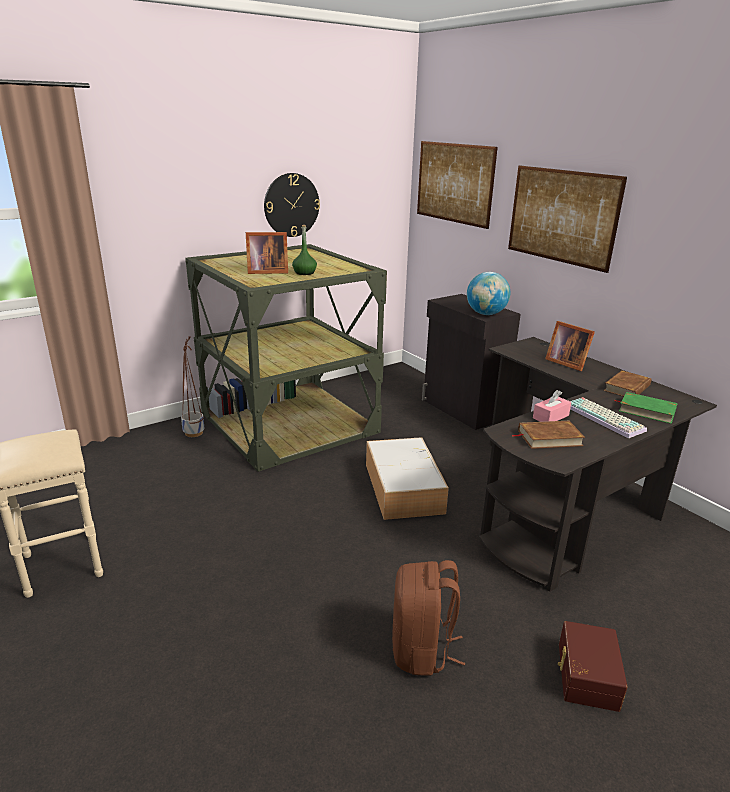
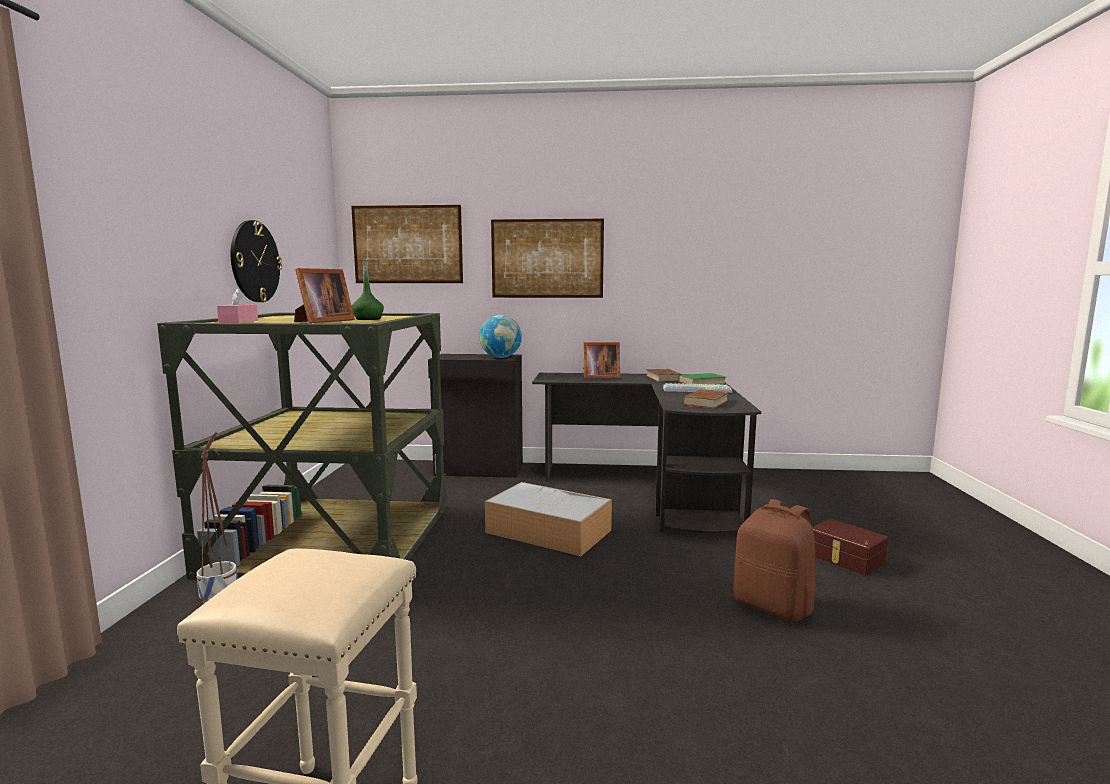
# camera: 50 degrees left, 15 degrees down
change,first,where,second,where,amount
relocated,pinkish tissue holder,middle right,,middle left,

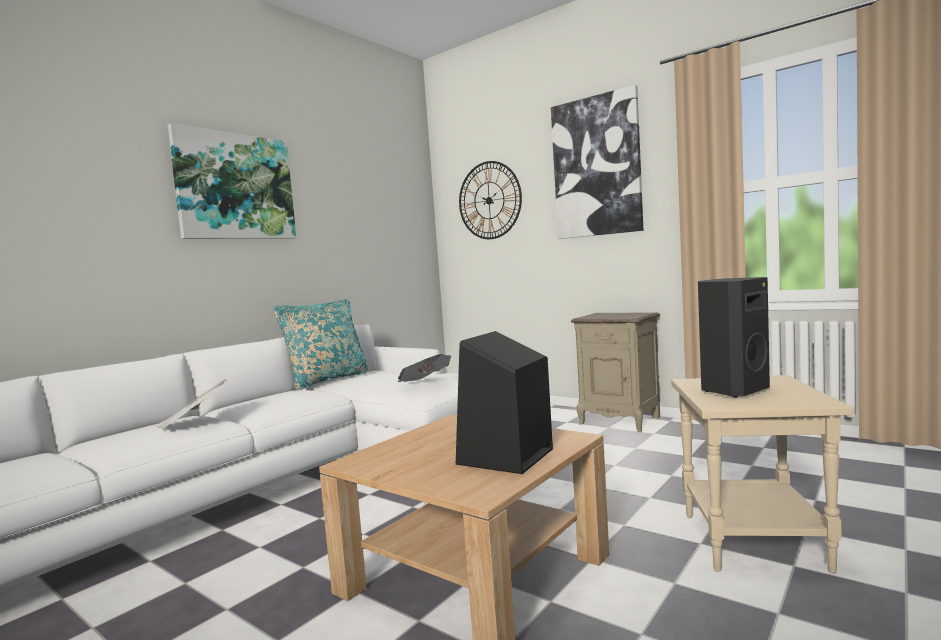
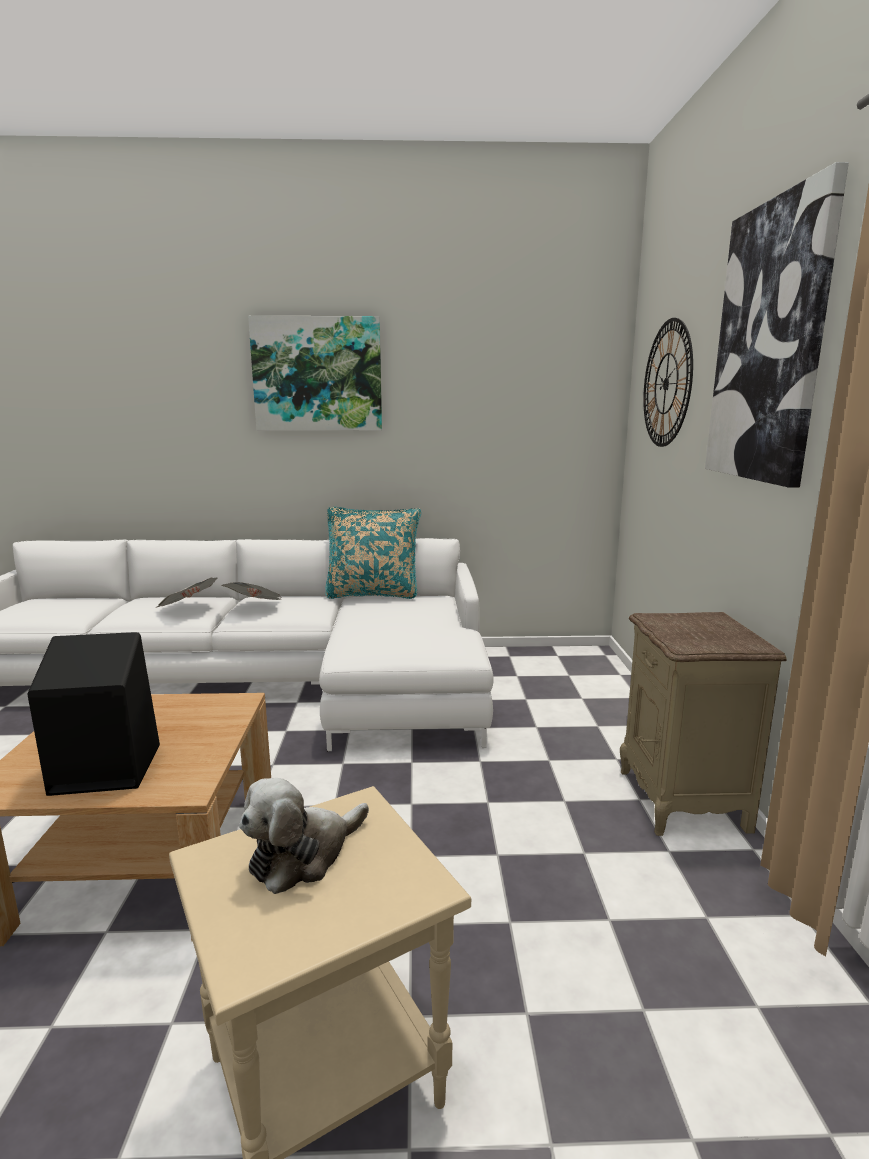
# camera: 50 degrees right, 10 degrees up
change,first,where,second,where,amount
relocated,newspaper (no. 2 from left),centre,,middle left,
exchanged,black-coloured audio speaker (no. 2 from left),middle right,soft toy,bottom centre,

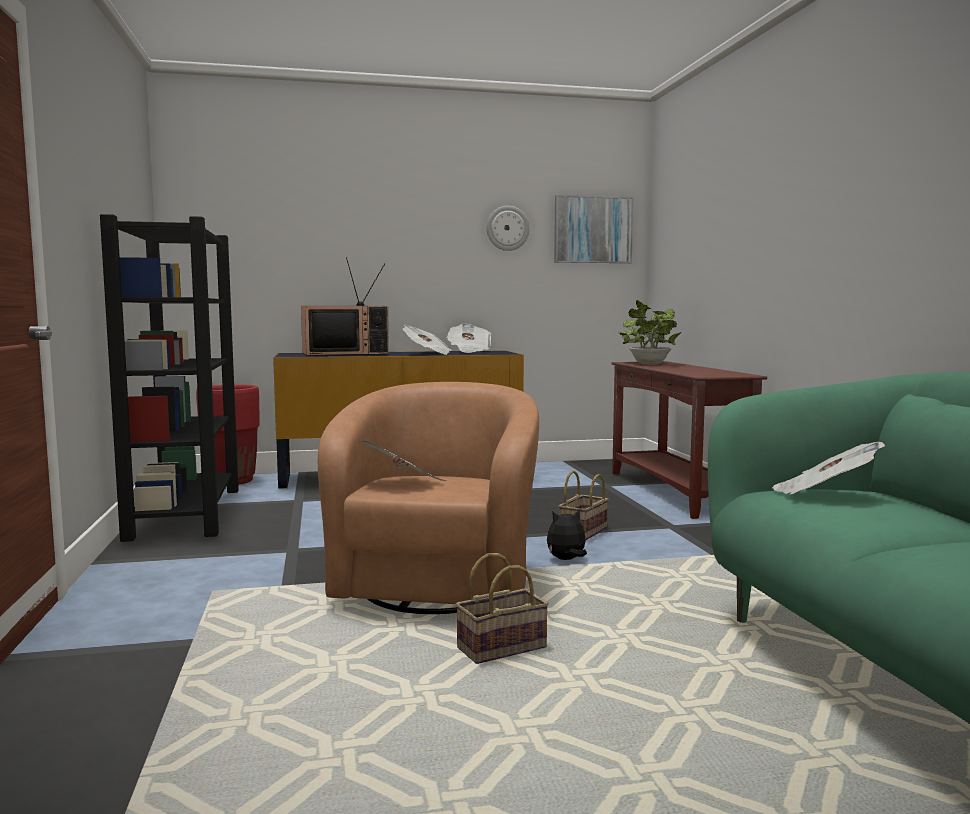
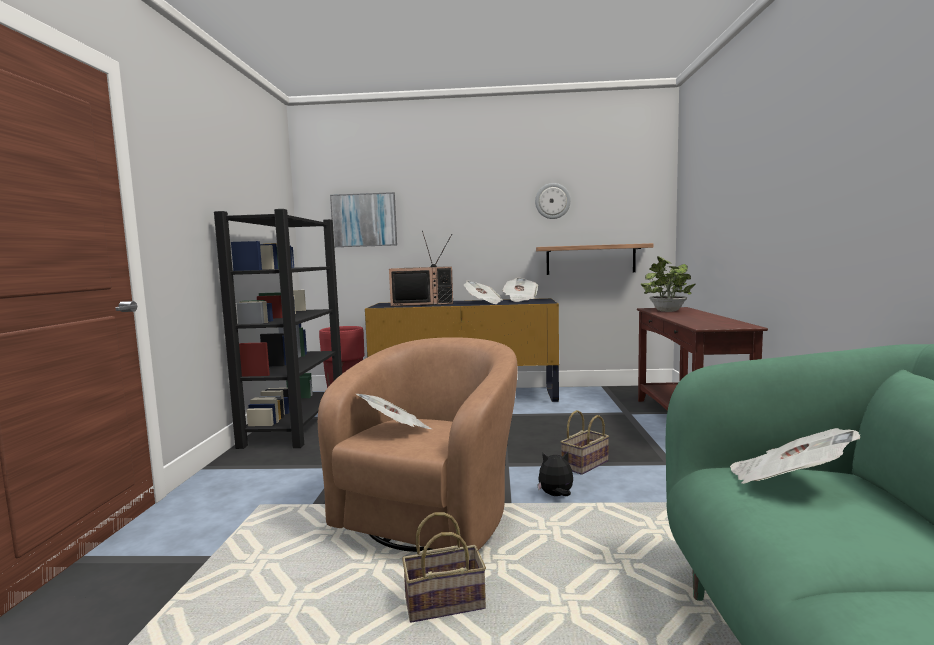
# camera: 15 degrees right, 0 degrees up
change,first,where,second,where,amount
appeared,,,wall shelf,centre,
relocated,wall picture,top centre,,centre,

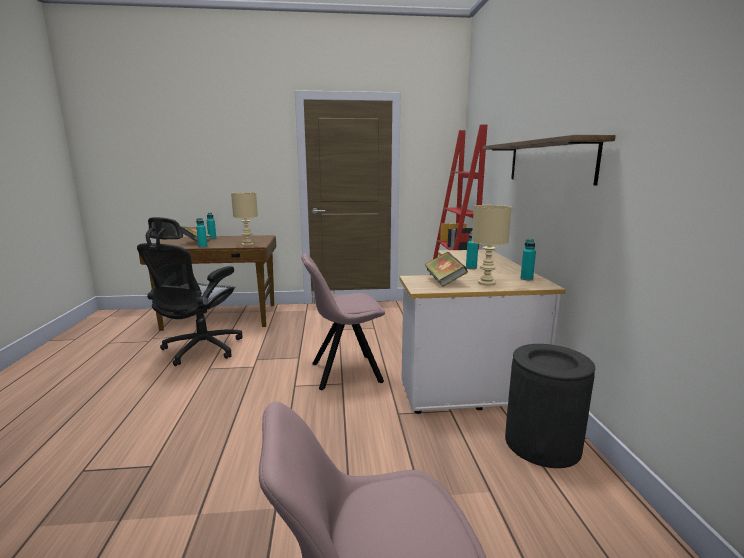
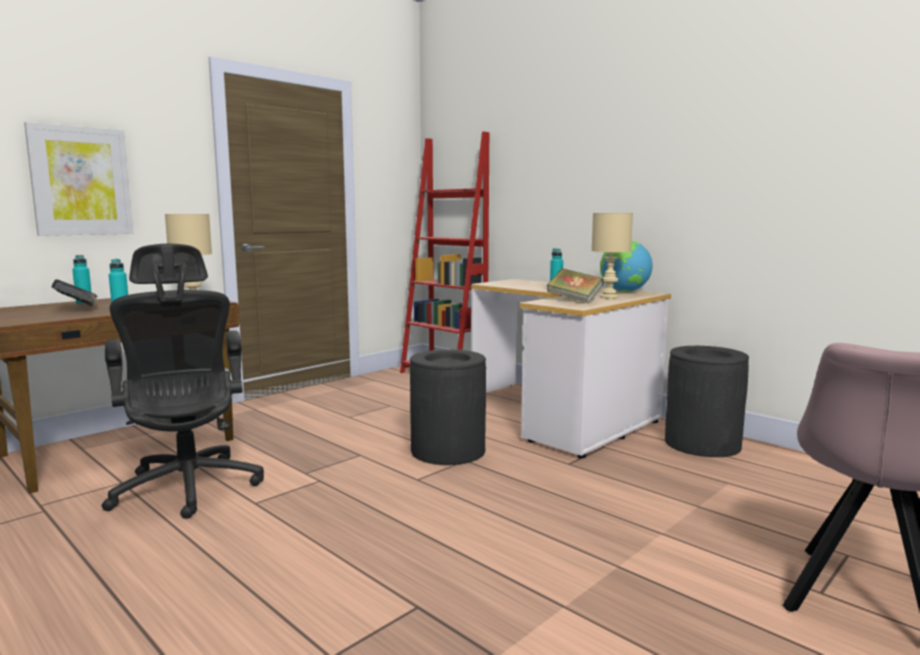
# camera: 40 degrees left, 5 degrees down
change,first,where,second,where,amount
missing,wall shelf,top right,,,
appeared,,,wall picture,top left,
exchanged,pinkish chair (no. 1 from left),centre,black-coloured trash can (no. 1 from left),centre,
exchanged,blue-green bottle (no. 4 from left),middle right,world globe,middle right,

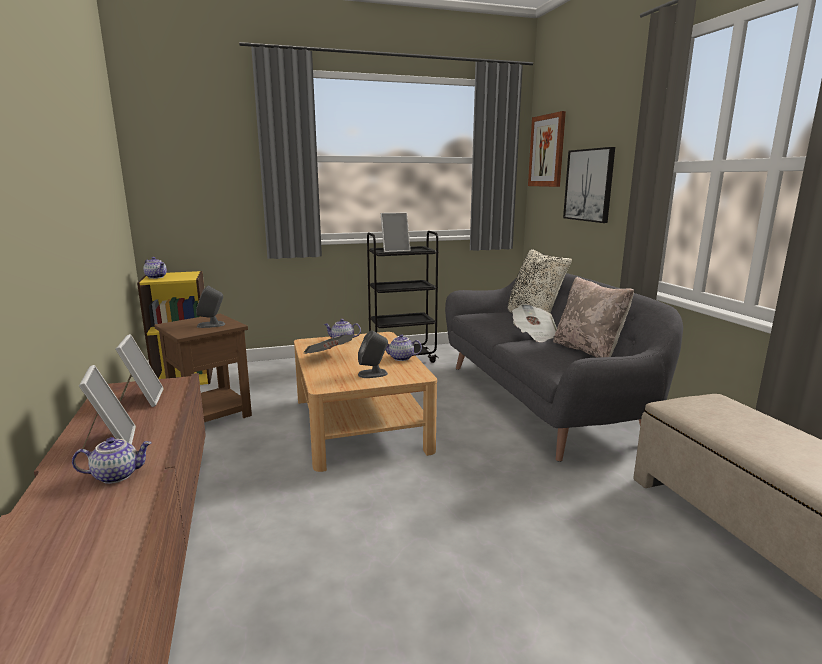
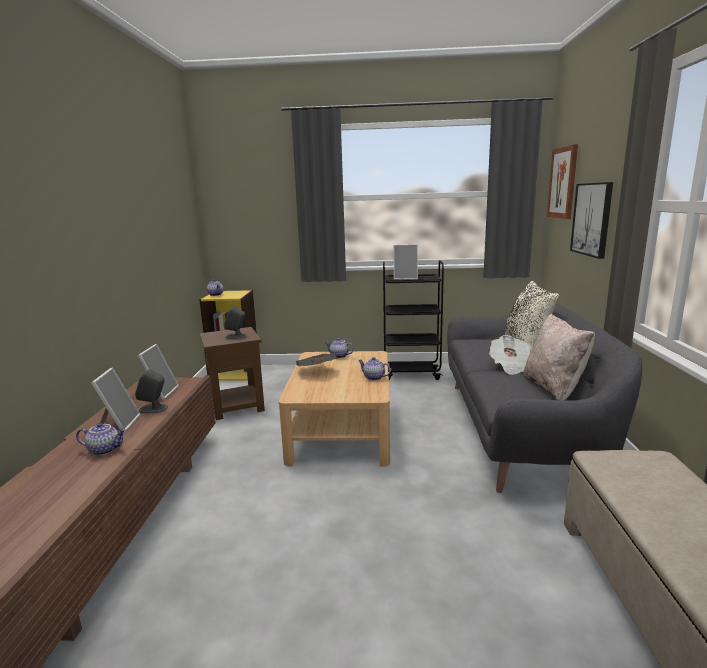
# camera: 20 degrees right, 0 degrees up
change,first,where,second,where,amount
relocated,greyish audio speaker (no. 2 from left in the first image),centre,greyish audio speaker (no. 1 from left),middle left,

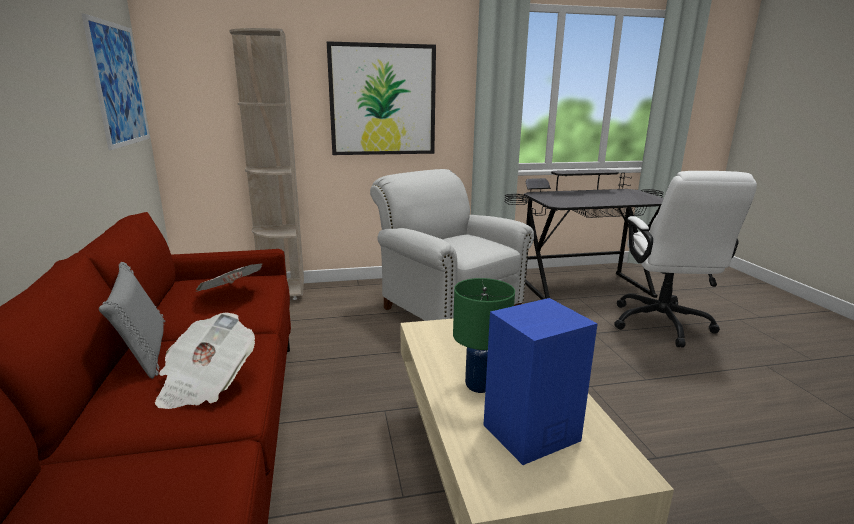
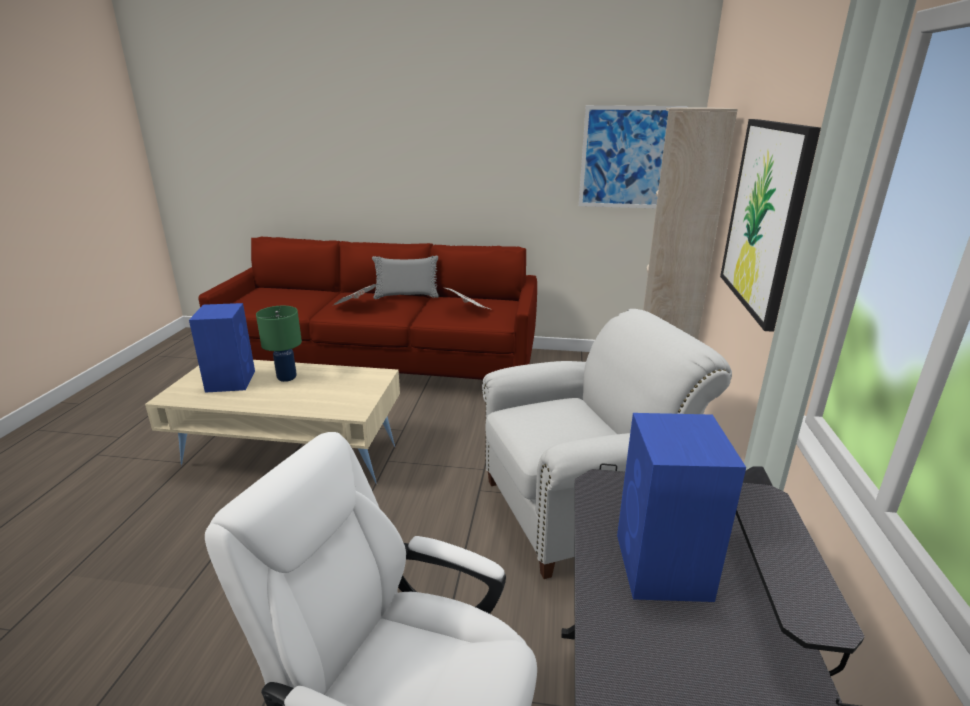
# camera: 110 degrees right, 5 degrees up
change,first,where,second,where,amount
appeared,,,blue audio speaker (no. 2 from left),bottom right,

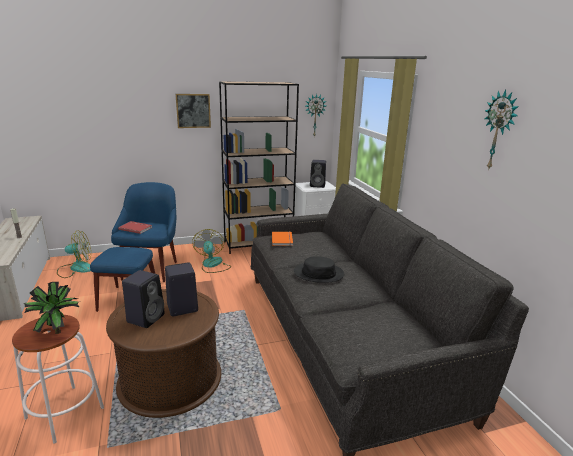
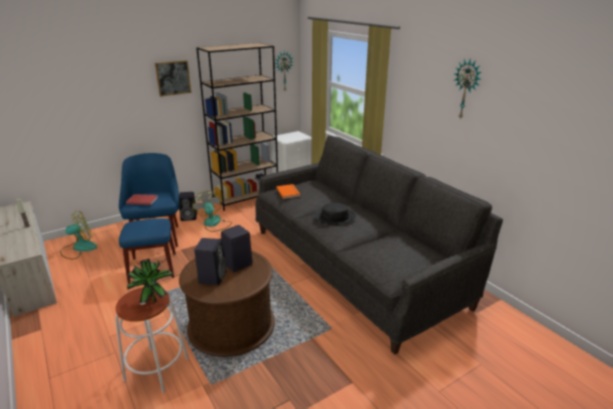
# camera: 15 degrees left, 5 degrees up
change,first,where,second,where,amount
relocated,black-coloured audio speaker (no. 3 from left in the first image),centre,black-coloured audio speaker (no. 1 from left),middle left,

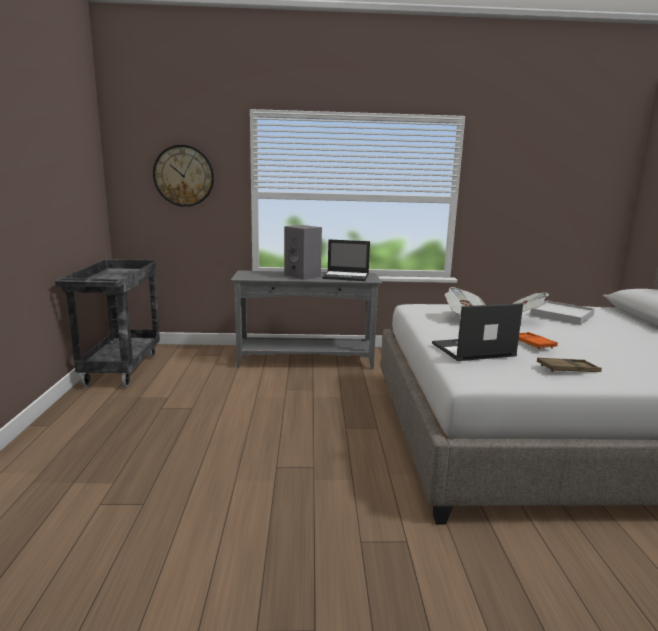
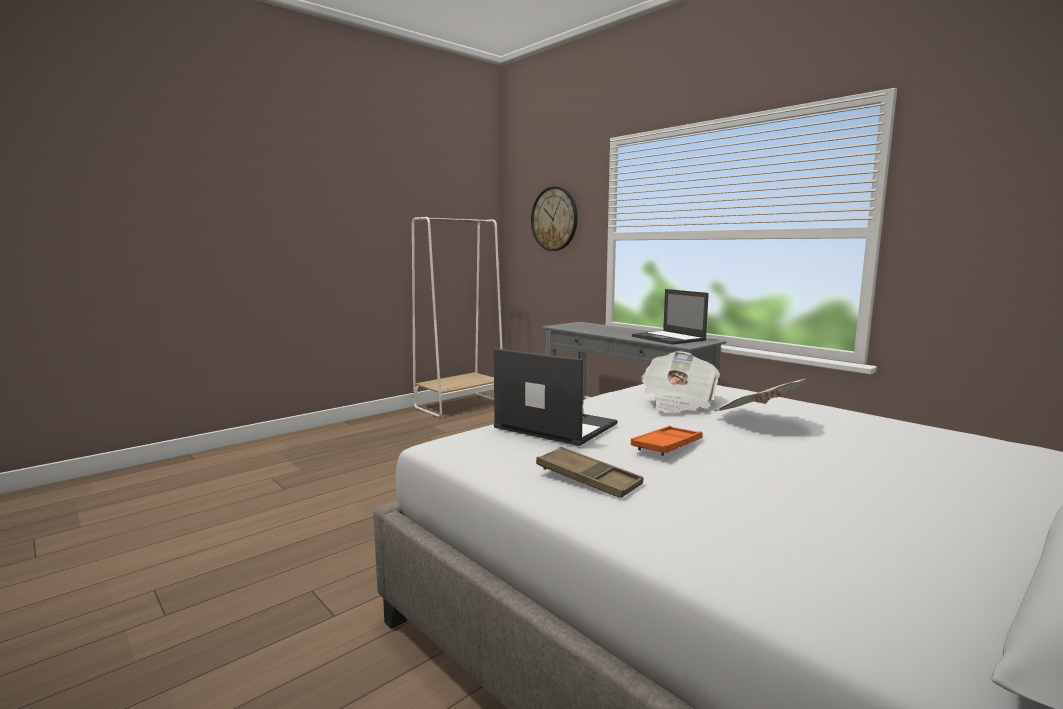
# camera: 50 degrees right, 5 degrees down
change,first,where,second,where,amount
missing,greyish audio speaker,centre,,,
missing,white serving tray,middle right,,,
exchanged,greyish cart,middle left,garment rack,centre,

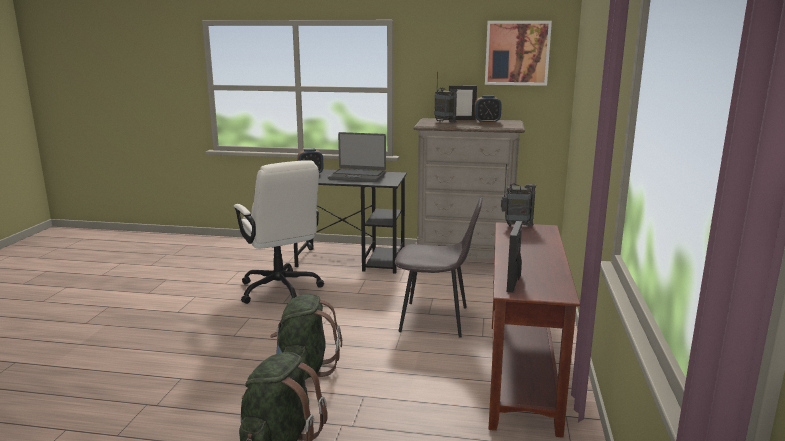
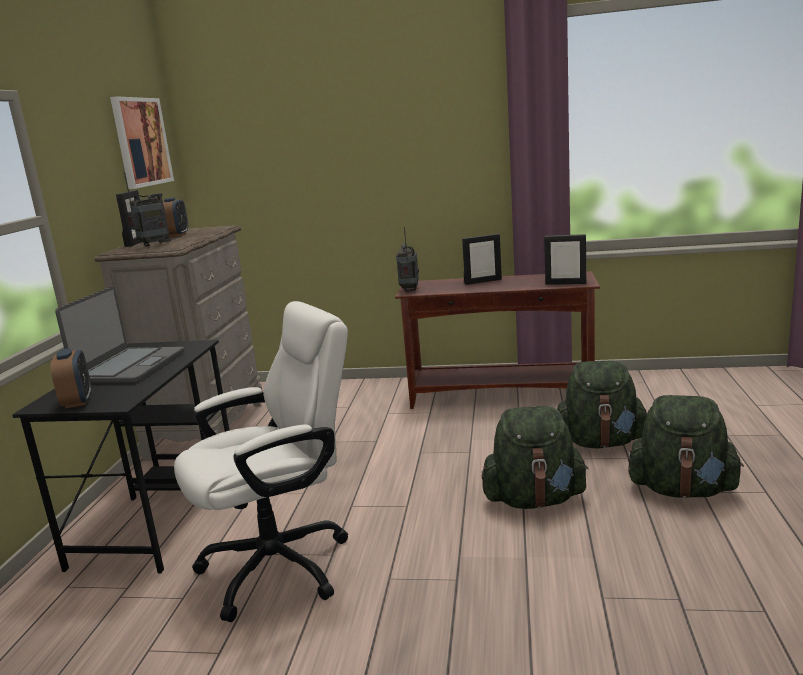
# camera: 90 degrees left, 0 degrees up
change,first,where,second,where,amount
missing,greyish chair,centre,,,
appeared,,,standing frame (no. 2 from left),centre,
appeared,,,green backpack (no. 2 from left),middle right,

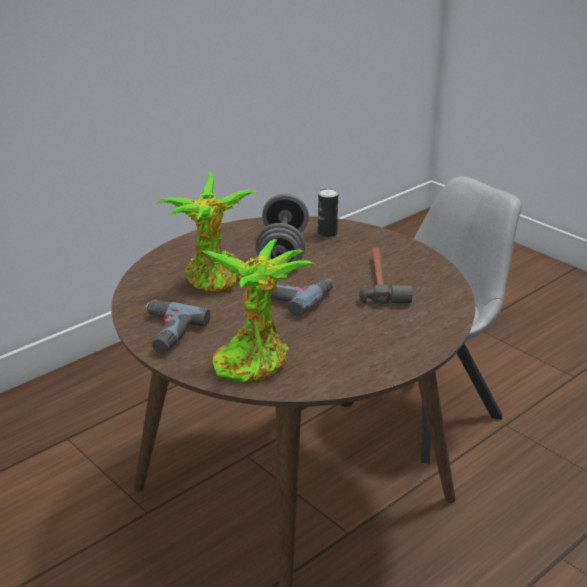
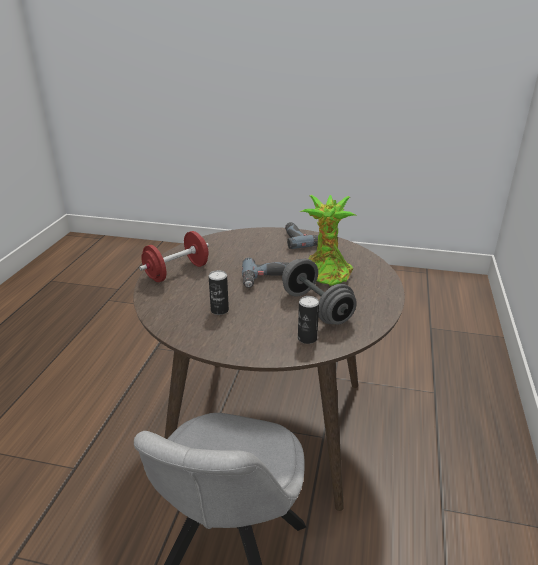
# camera: 145 degrees right, 0 degrees up
change,first,where,second,where,amount
missing,houseplant (no. 2 from left),centre,,,
appeared,,,reddish dumbbell,middle left,
exchanged,hammer,centre,sealed can (no. 1 from left),centre,

